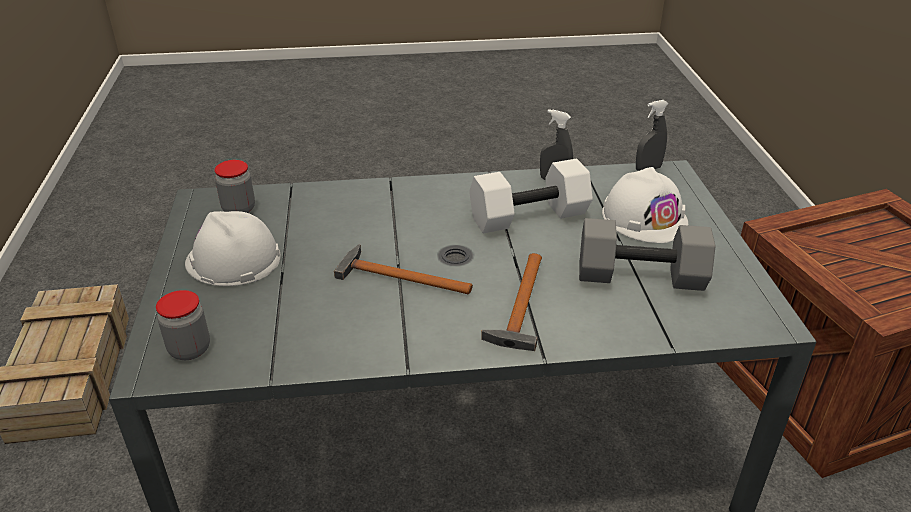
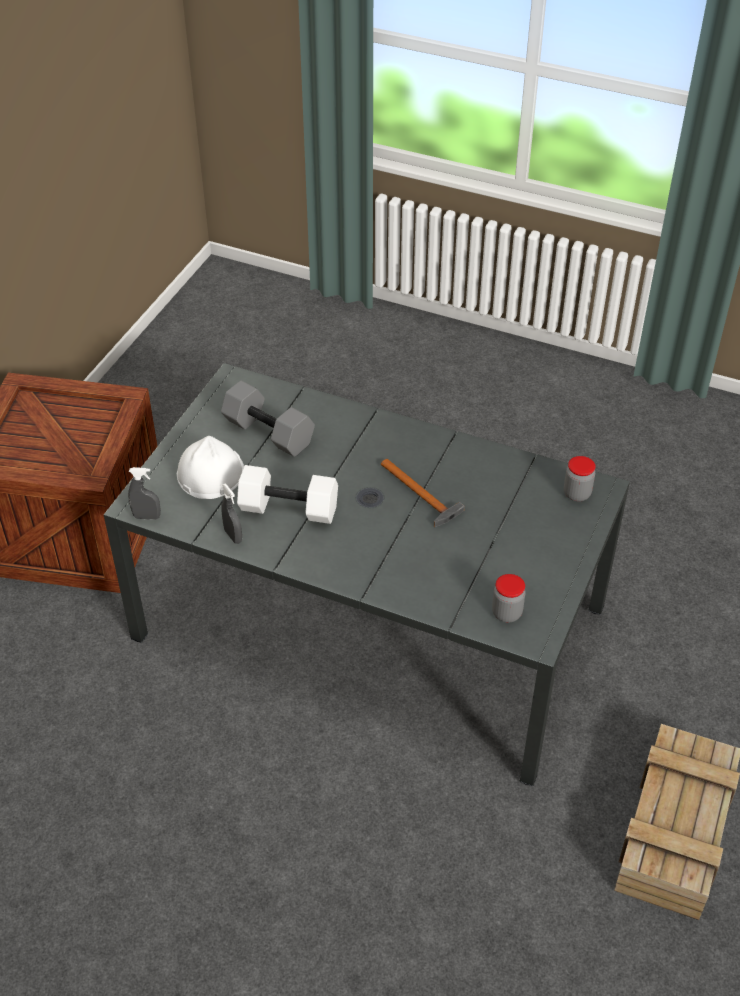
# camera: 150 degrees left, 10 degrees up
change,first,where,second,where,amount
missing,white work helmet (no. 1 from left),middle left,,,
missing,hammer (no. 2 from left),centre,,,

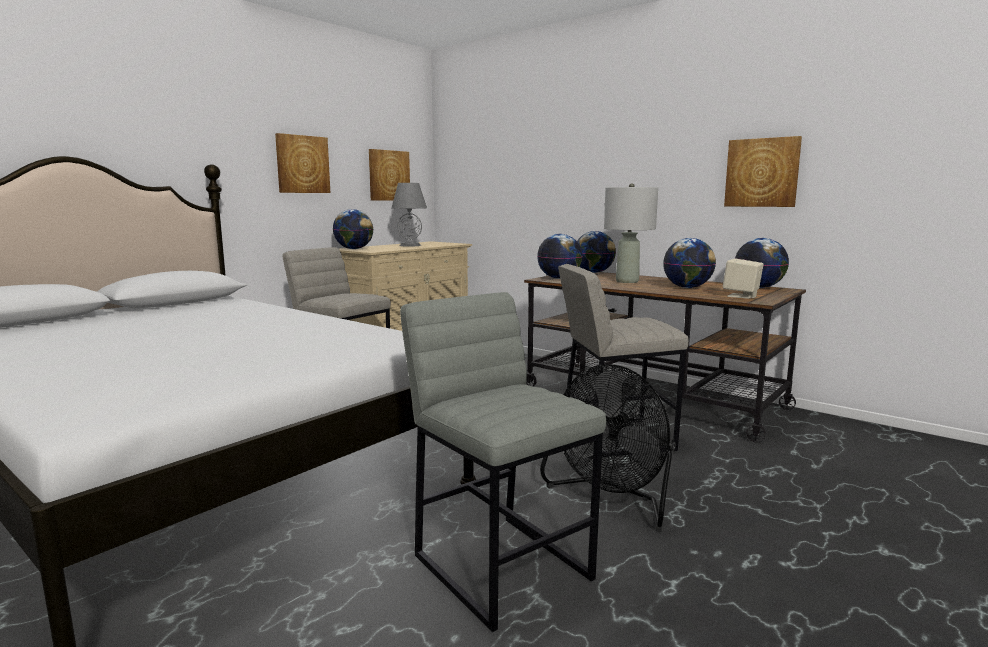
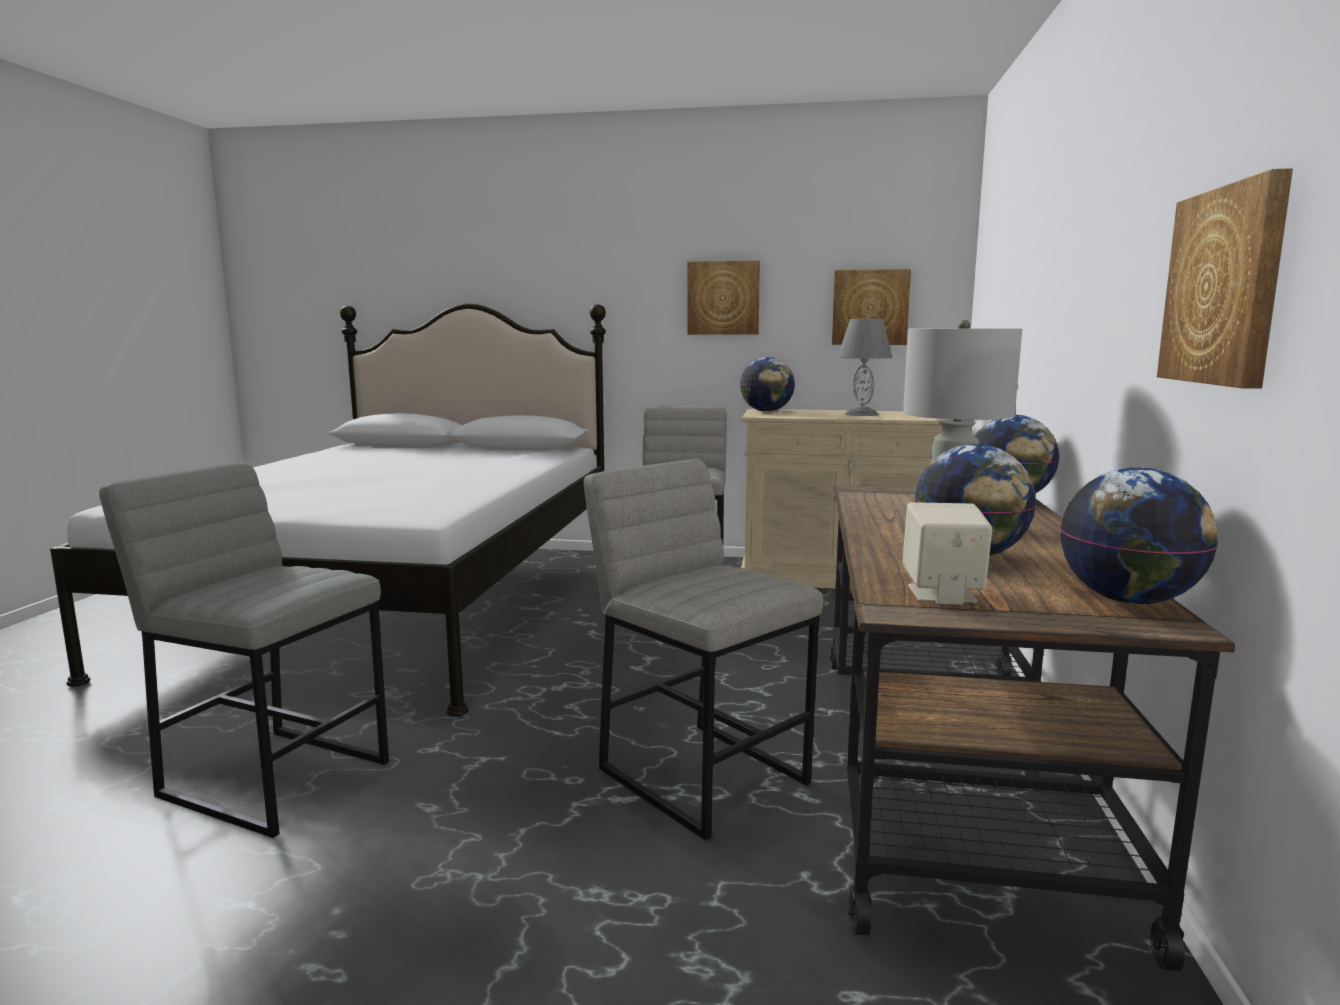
# camera: 60 degrees right, 0 degrees up
change,first,where,second,where,amount
missing,world globe (no. 2 from left),centre,,,
missing,black-coloured cooling fan,bottom centre,,,
spun,greyish chair (no. 2 from left in the first image),bottom centre,greyish chair (no. 1 from left),middle left,90 degrees counterclockwise

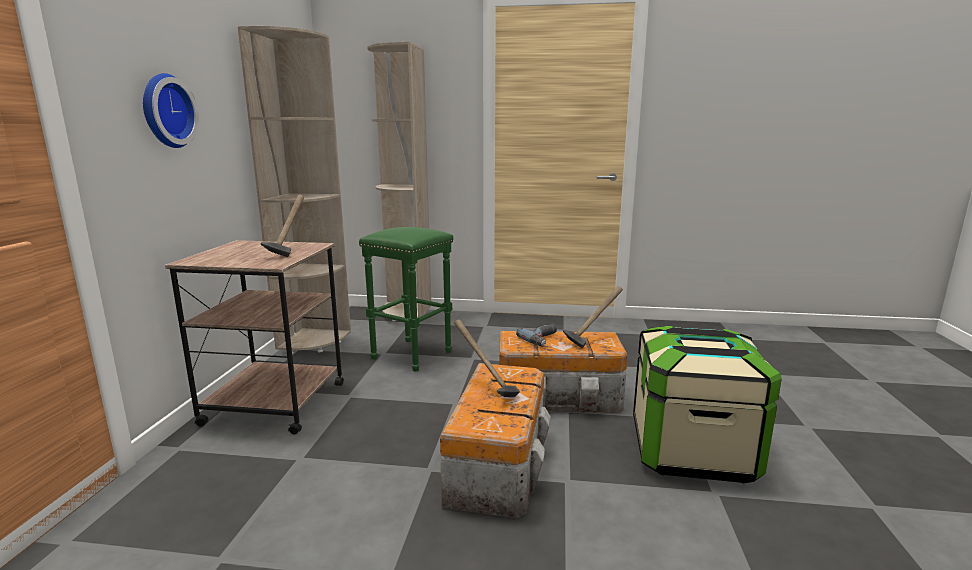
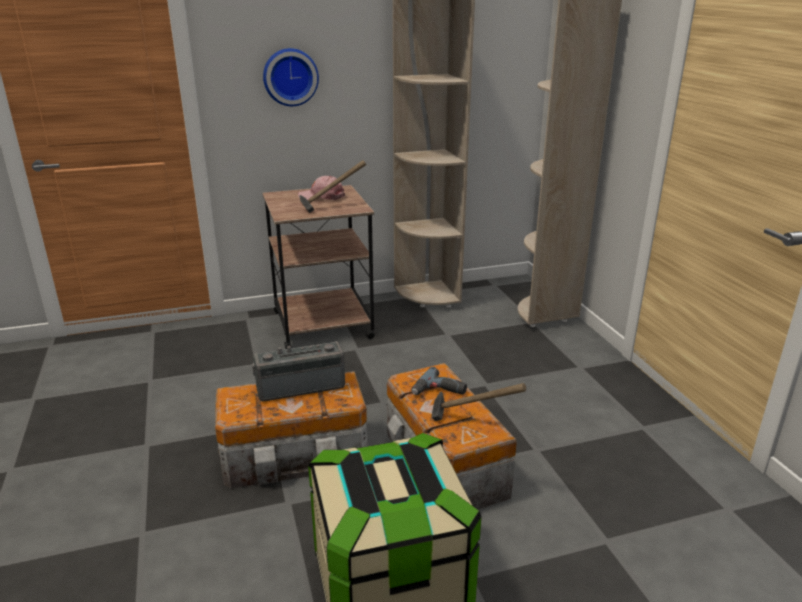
# camera: 65 degrees right, 10 degrees up
change,first,where,second,where,amount
missing,green sitting stool,centre,,,
appeared,,,pinkish cap,top centre,
exchanged,hammer (no. 2 from left),centre,radio,centre,

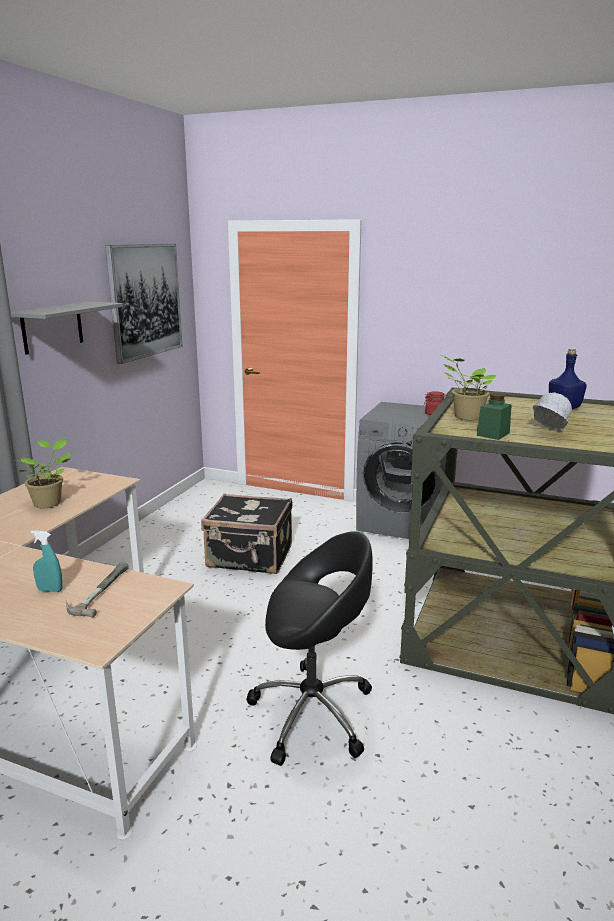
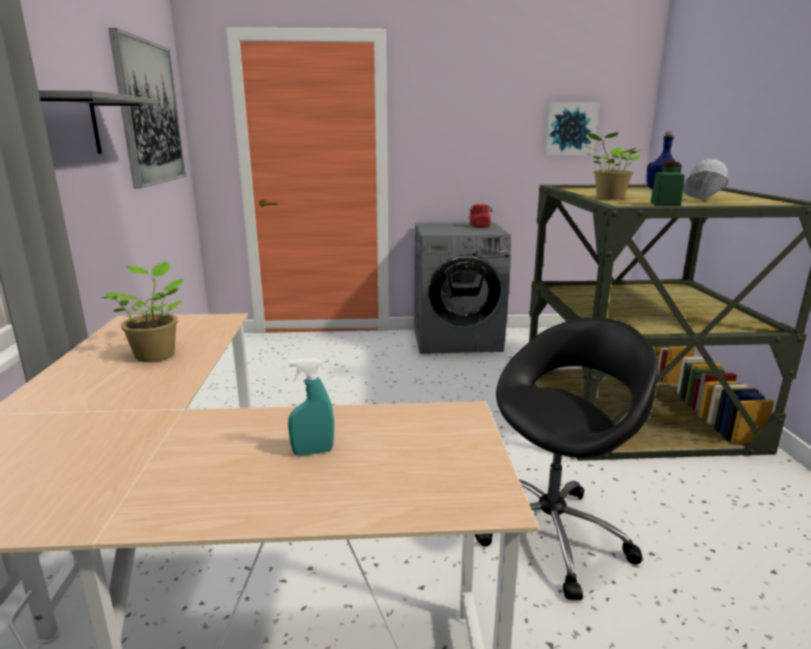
# camera: 25 degrees left, 0 degrees up
change,first,where,second,where,amount
missing,hammer,middle left,,,
missing,black-coloured travel case,centre,,,
appeared,,,wall picture (no. 2 from left),top right,

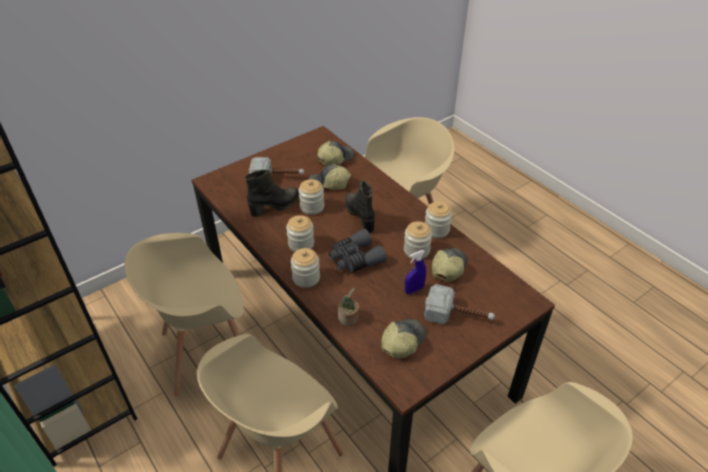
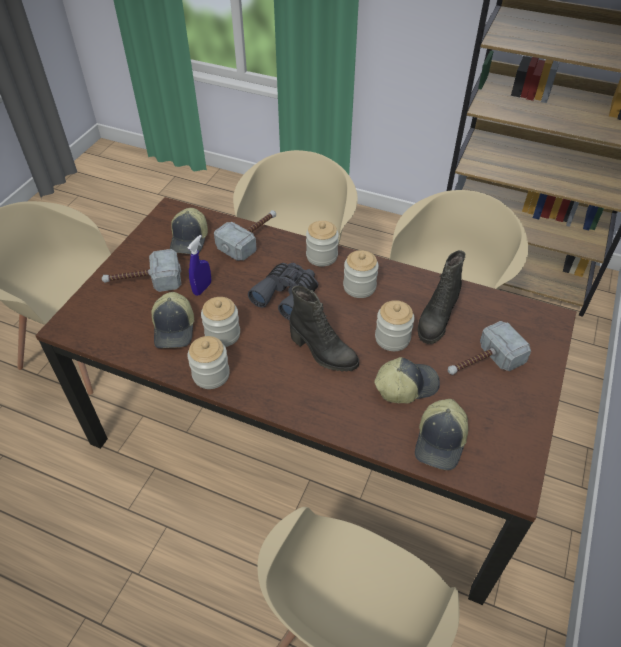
# camera: 150 degrees right, 5 degrees up
change,first,where,second,where,amount
exchanged,houseplant,centre,hammer (no. 2 from left),centre,

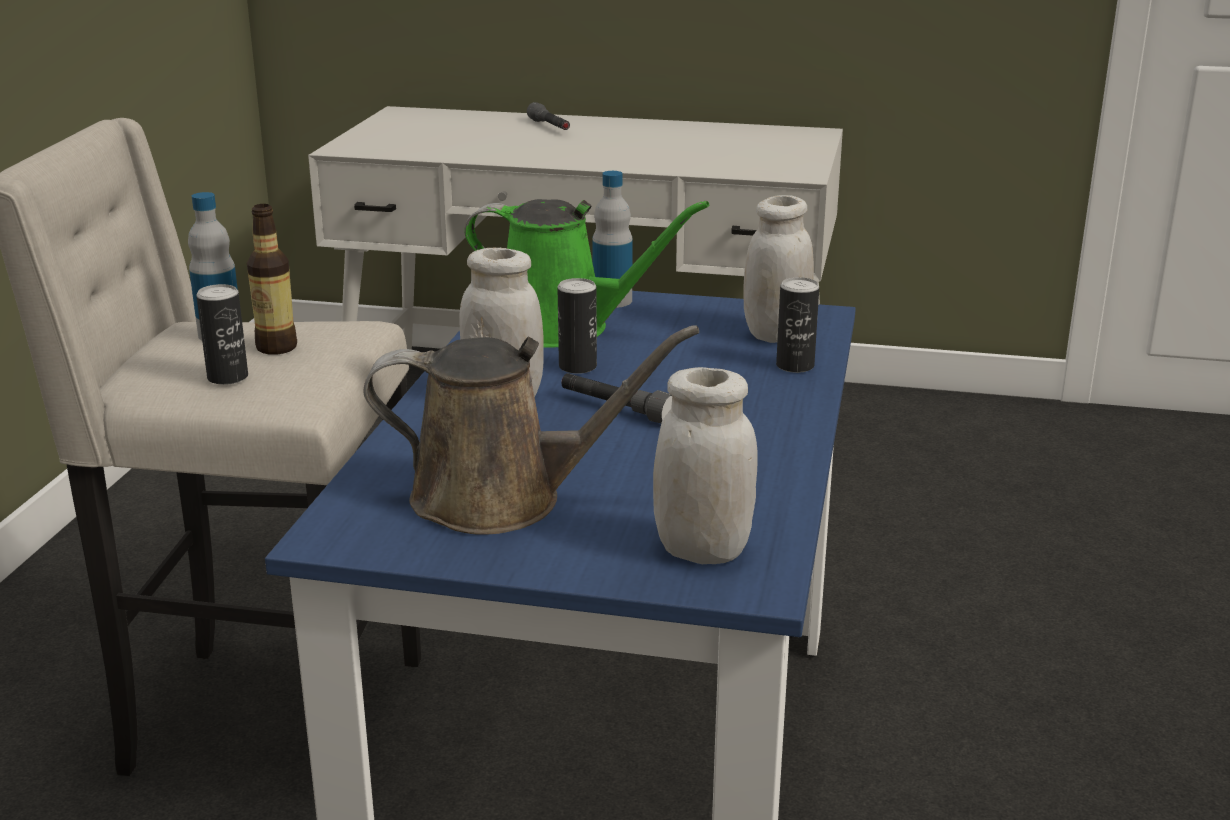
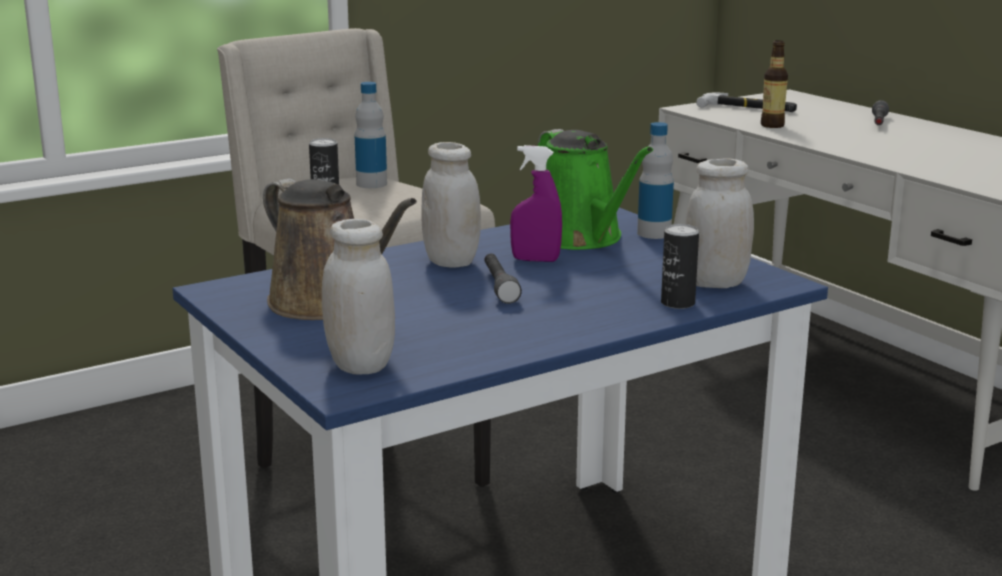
# camera: 45 degrees right, 5 degrees down
change,first,where,second,where,amount
appeared,,,hammer,top right,
relocated,bottle (no. 2 from left in the first image),middle left,bottle (no. 3 from left),top right,
exchanged,sealed can (no. 2 from left),centre,purple hand sprayer,centre,

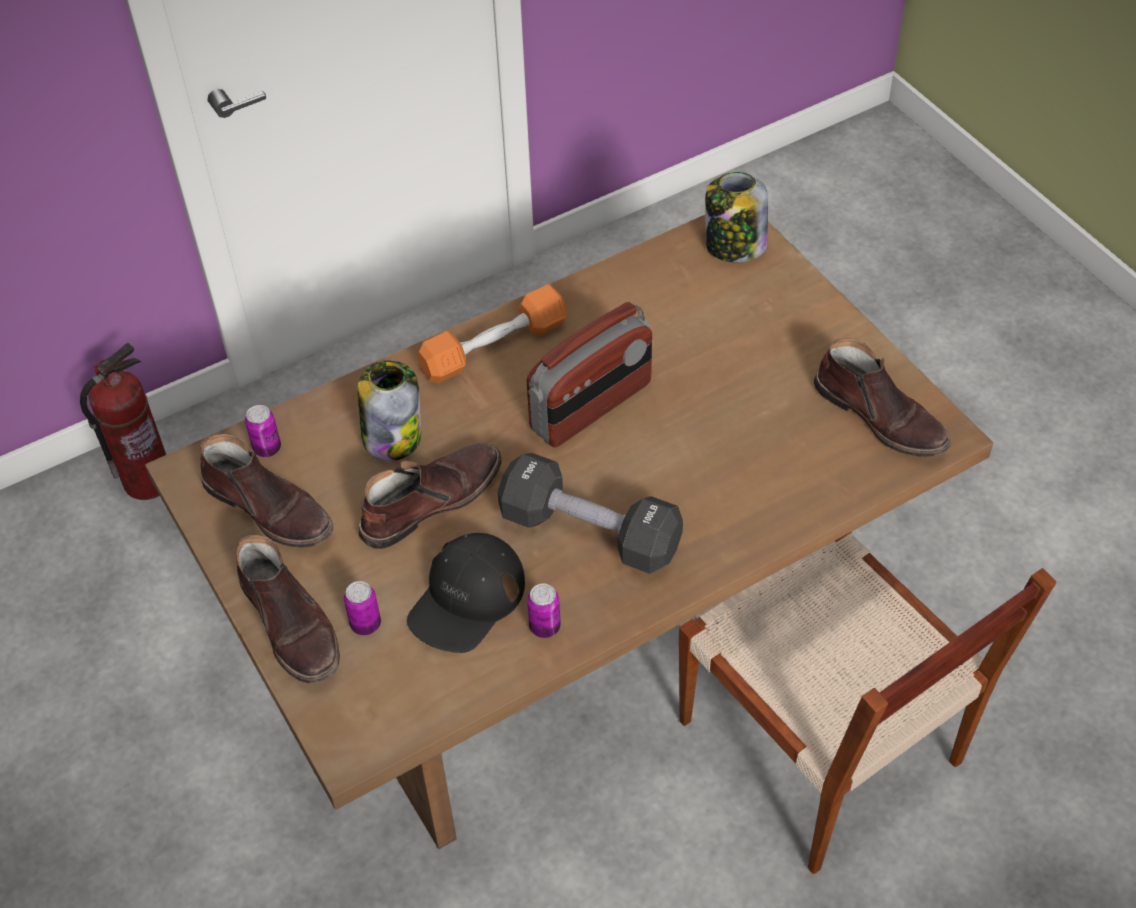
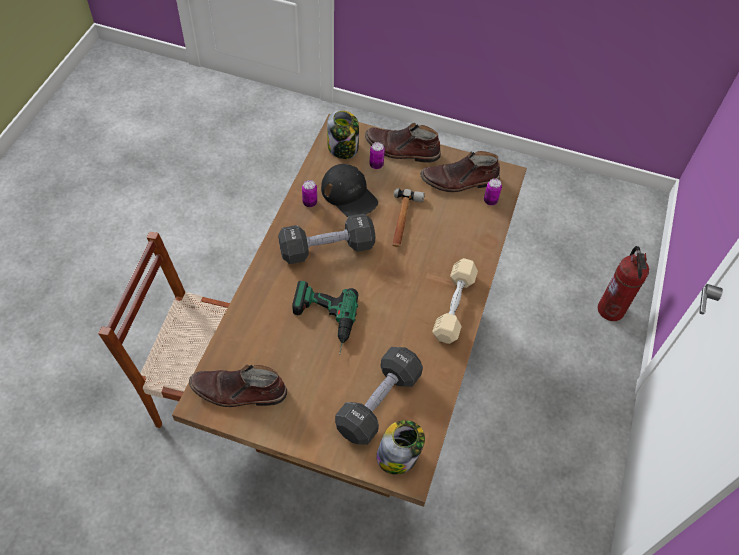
# camera: 135 degrees right, 5 degrees up
change,first,where,second,where,amount
missing,radio,centre,,,
appeared,,,drill,centre,
appeared,,,black-coloured dumbbell (no. 2 from left),bottom centre,
relocated,storage jar (no. 1 from left),centre,,top centre,
exchanged,brown high-top boot (no. 3 from left),centre,hammer,centre,
colour,orangey dumbbell,centre,beige dumbbell,centre,
spun,black-coloured cap,centre,,centre,150 degrees clockwise

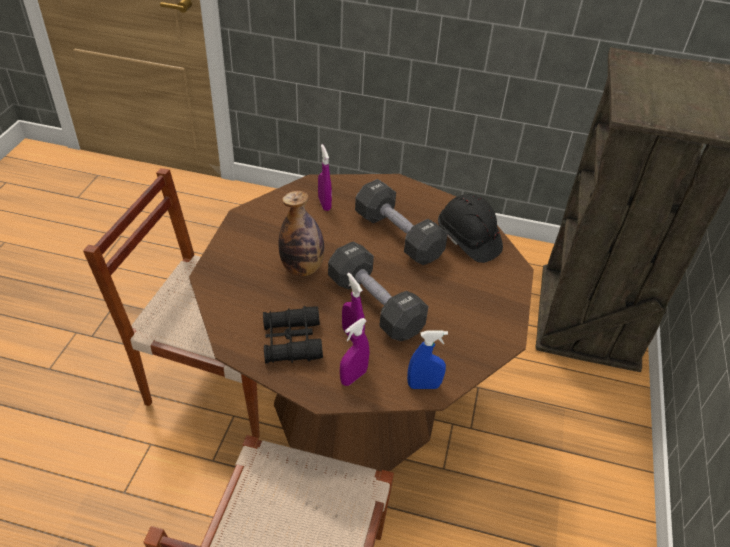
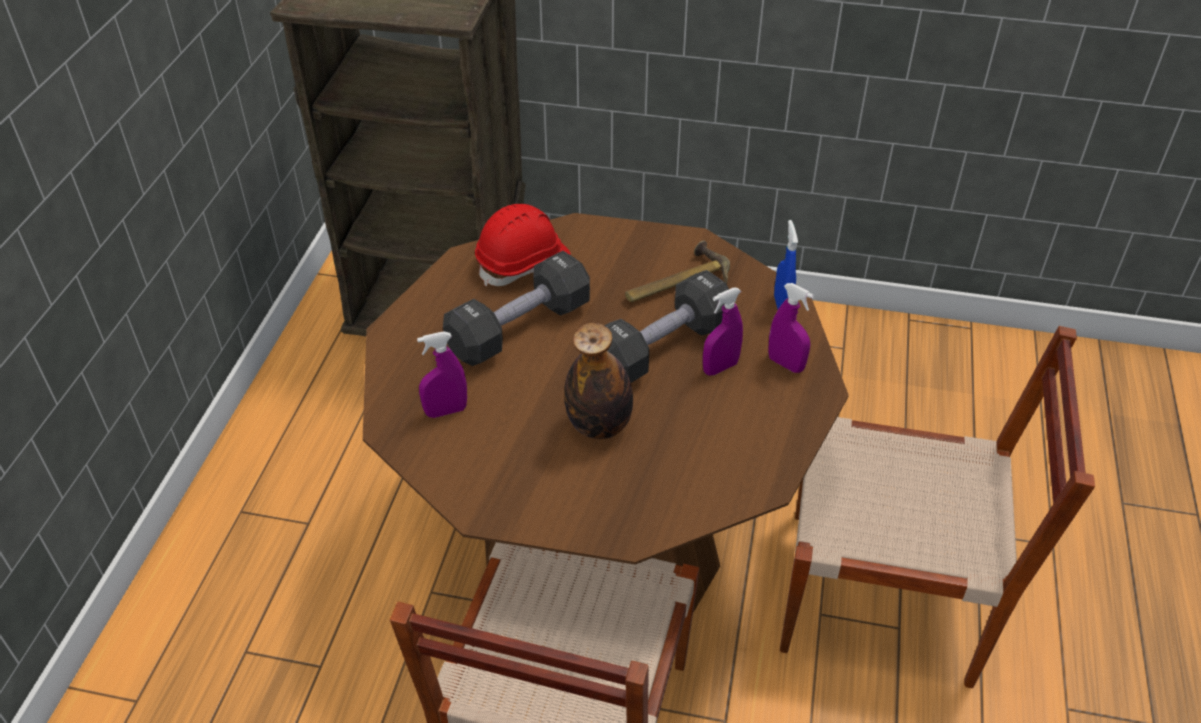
# camera: 90 degrees left, 0 degrees up
change,first,where,second,where,amount
missing,black-coloured field glasses,centre,,,
appeared,,,hammer,centre,
colour,black-coloured work helmet,centre,reddish work helmet,centre,

